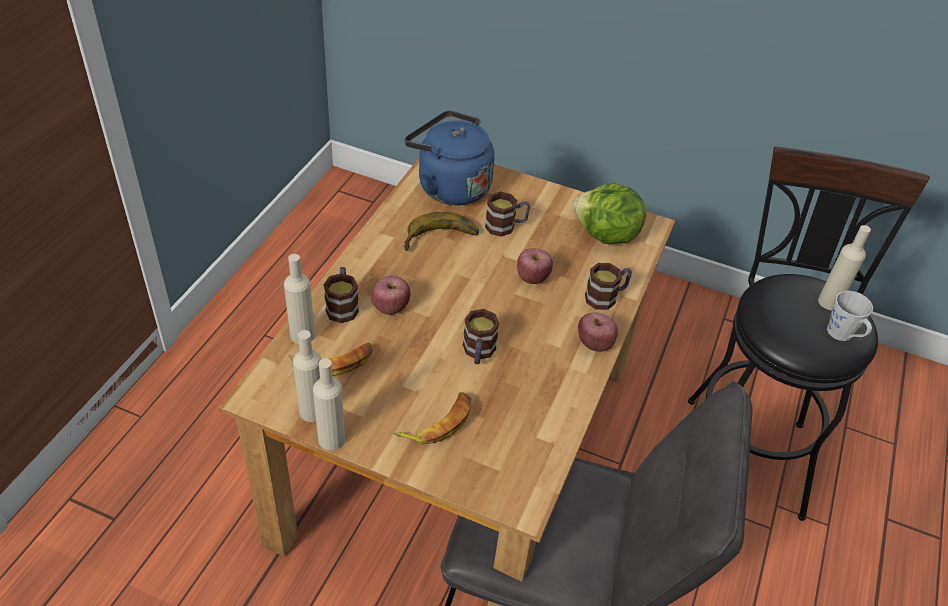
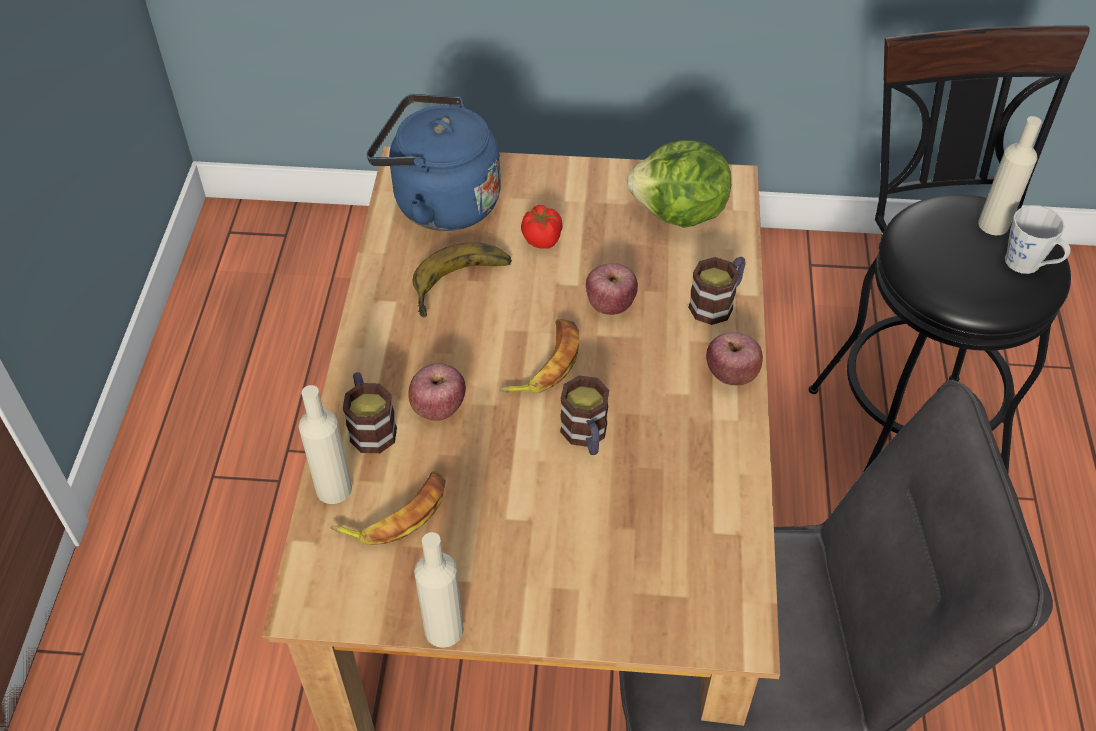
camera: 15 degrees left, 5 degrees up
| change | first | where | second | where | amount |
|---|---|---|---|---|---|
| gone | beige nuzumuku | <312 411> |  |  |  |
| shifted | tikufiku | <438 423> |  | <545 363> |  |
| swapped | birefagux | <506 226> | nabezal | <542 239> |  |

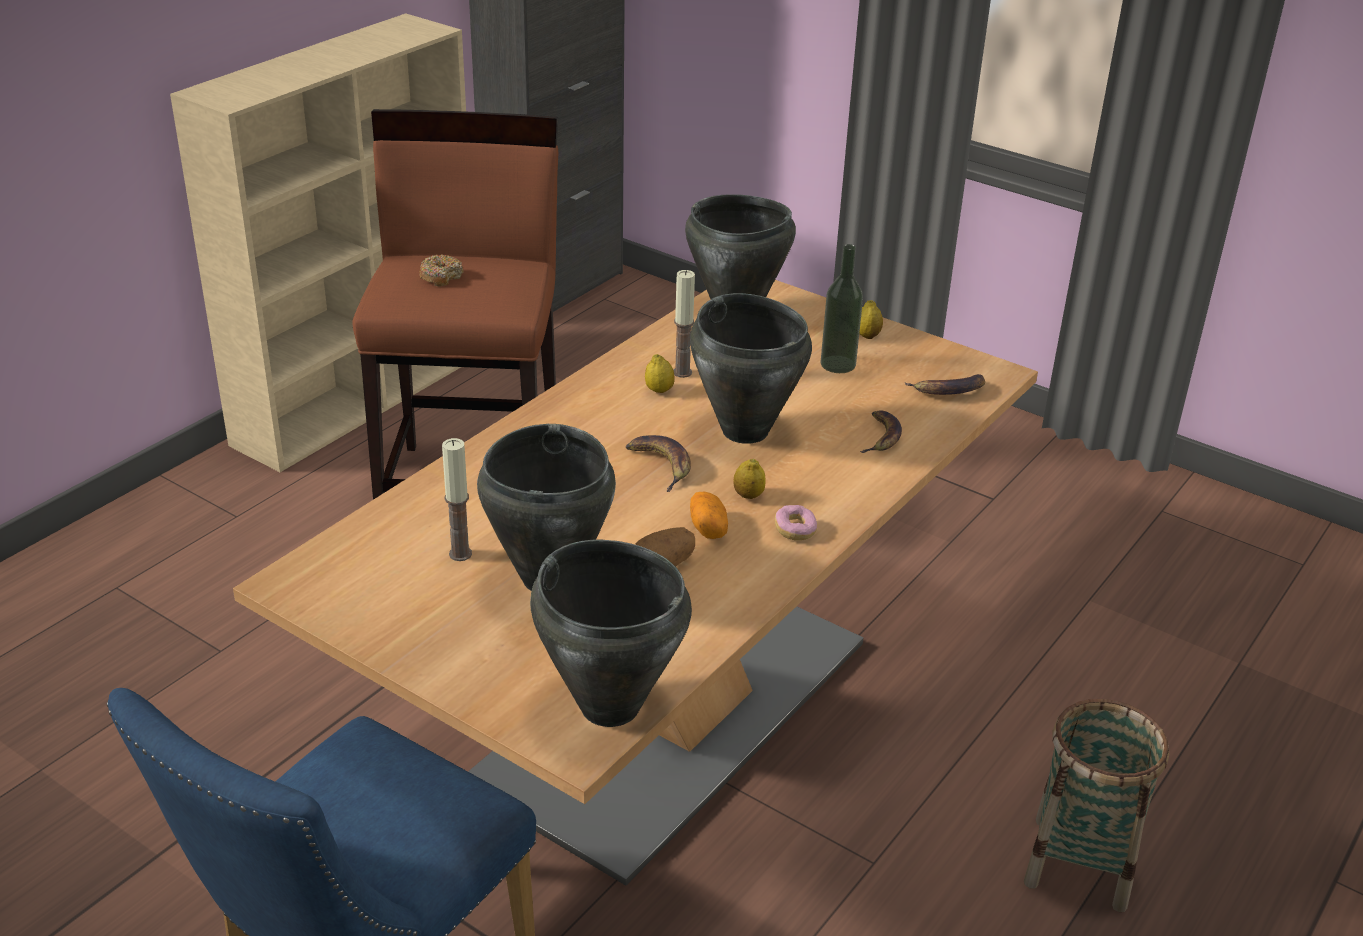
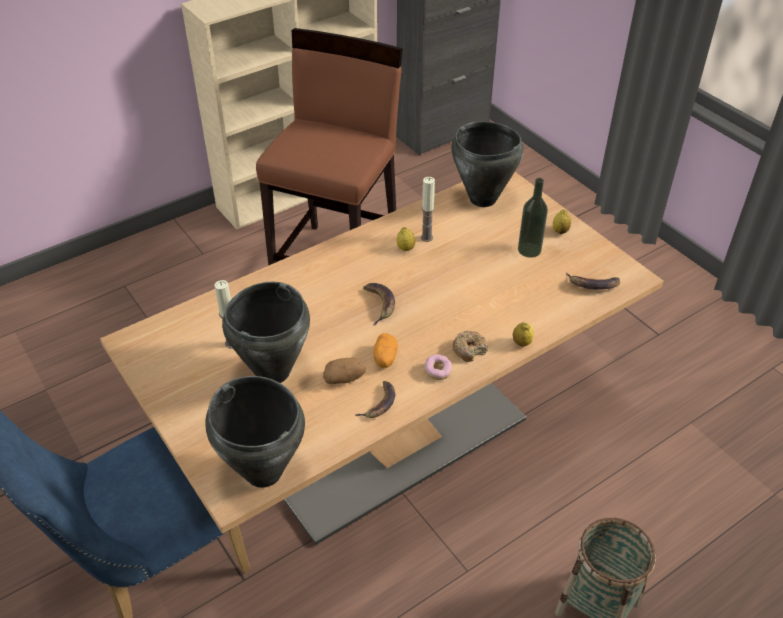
camera: 20 degrees right, 10 degrees up
| change | first | where | second | where | amount |
|---|---|---|---|---|---|
| gone | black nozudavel | <745 430> |  |  |  |
| shifted | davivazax | <441 277> |  | <469 350> |  |
| shifted | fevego | <748 495> |  | <521 343> |  |
| shifted | tikufiku | <881 436> |  | <379 403> |  |

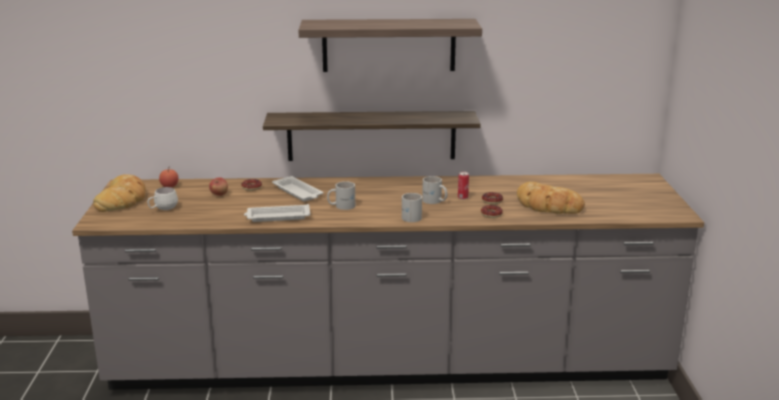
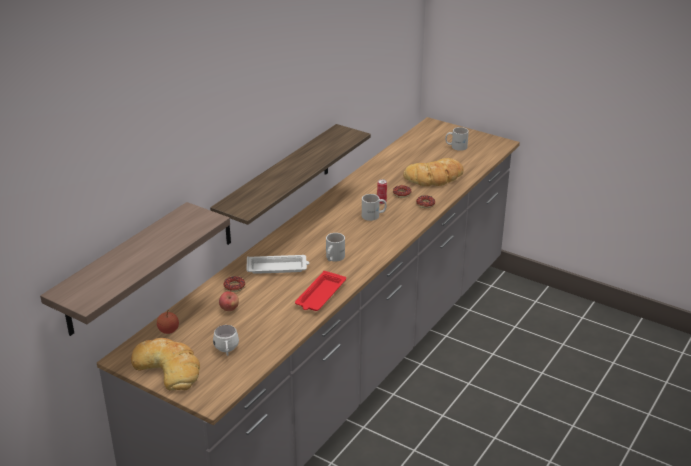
camera: 55 degrees left, 10 degrees up
| change | first | where | second | where | amount |
|---|---|---|---|---|---|
| shifted | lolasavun | <389 45> |  | <122 270> |  |
| shifted | white birefagux | <410 216> |  | <456 146> |  |
| repainted | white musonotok | <277 217> | red musonotok | <320 295> |  |

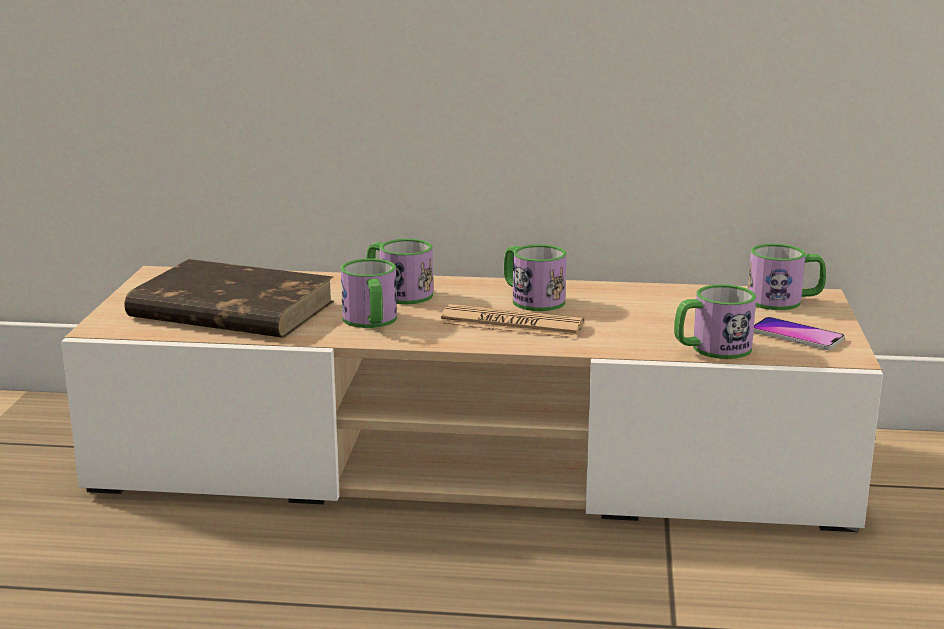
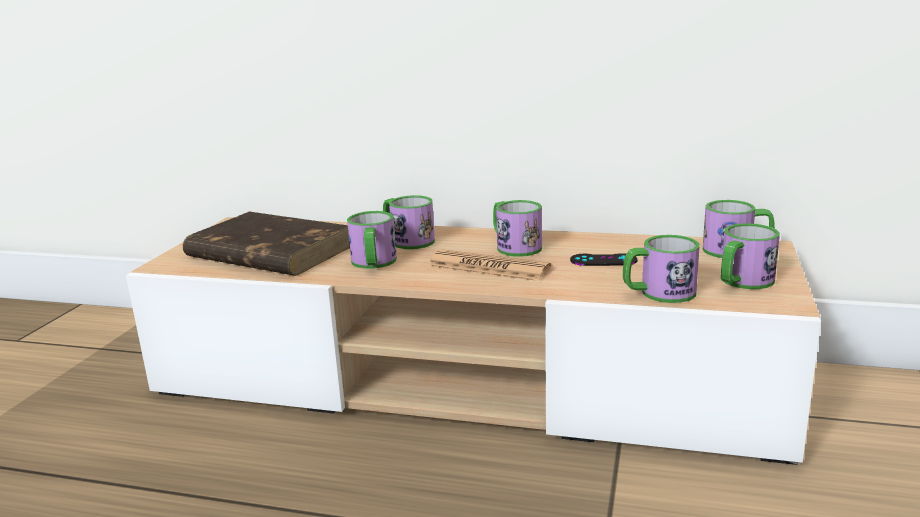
camera: 10 degrees right, 0 degrees up
| change | first | where | second | where | amount |
|---|---|---|---|---|---|
| new |  |  | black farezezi | <603 260> |  |
| swapped | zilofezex | <797 335> | birefagux | <742 282> |  |

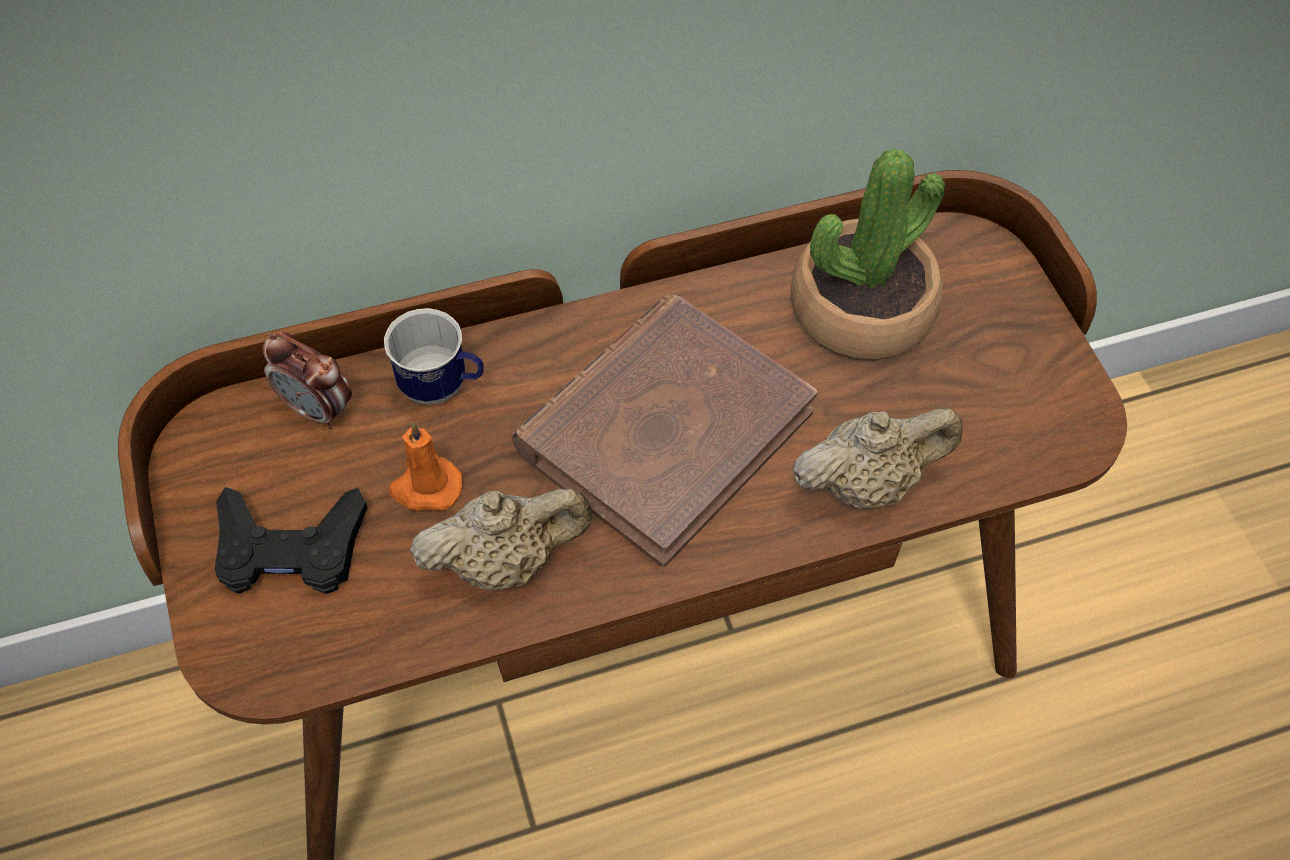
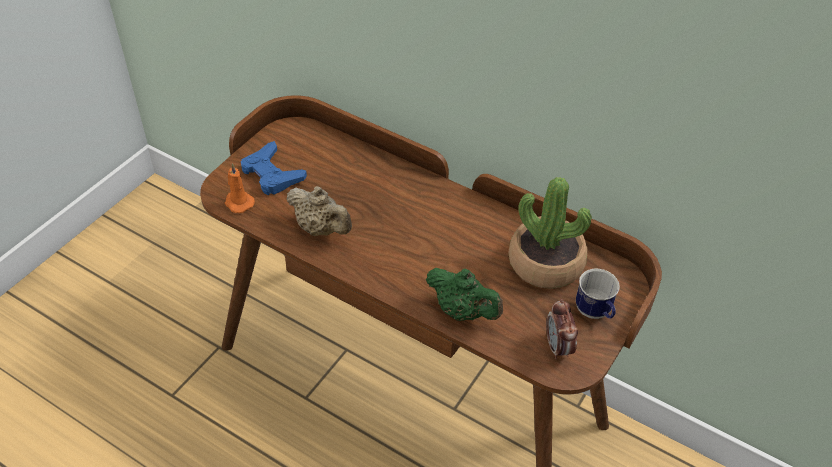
camera: 50 degrees right, 10 degrees down
| change | first | where | second | where | amount |
|---|---|---|---|---|---|
| gone | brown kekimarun | <664 430> |  |  |  |
| shifted | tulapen | <318 409> |  | <558 347> |  |
| shifted | birefagux | <443 387> |  | <595 313> |  |
| shifted | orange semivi | <425 488> |  | <238 202> |  |
| repainted | black farezezi | <290 548> | blue farezezi | <272 174> |  |
| repainted | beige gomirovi | <867 483> | green gomirovi | <462 311> |  |

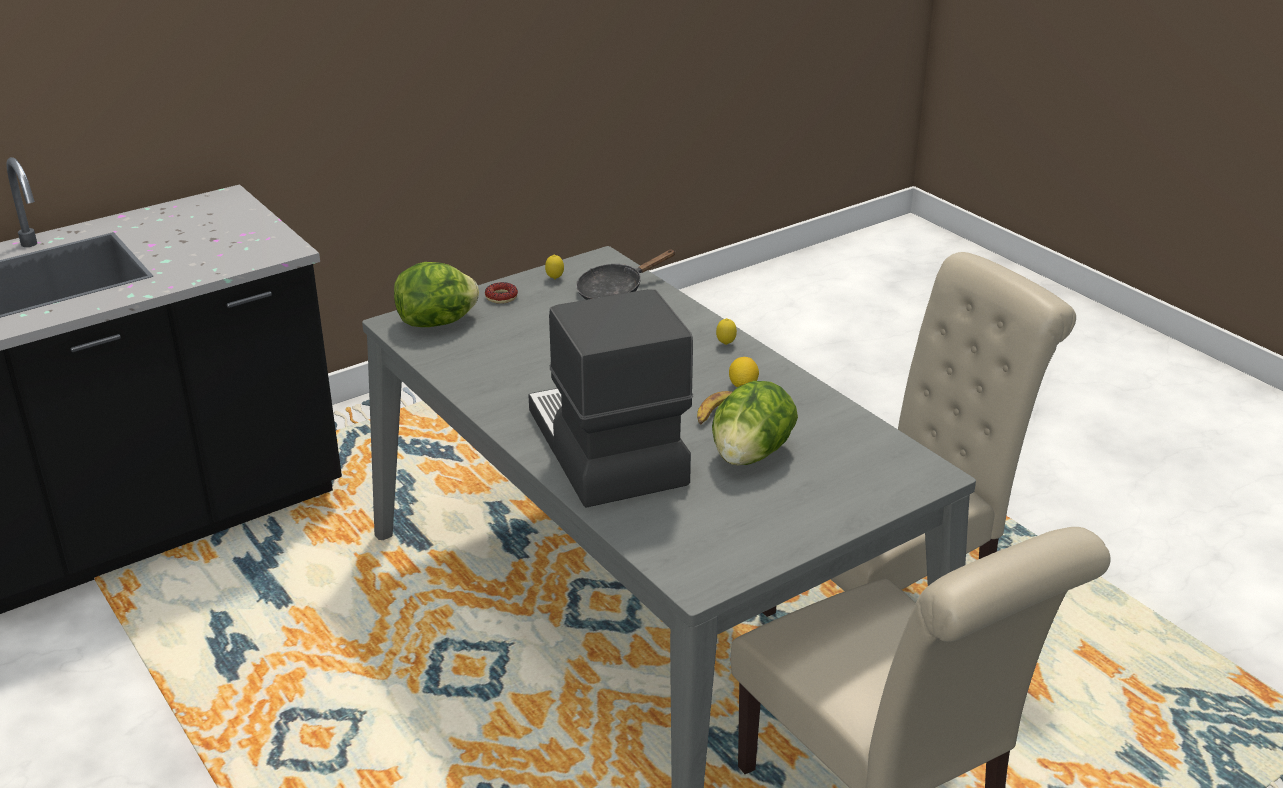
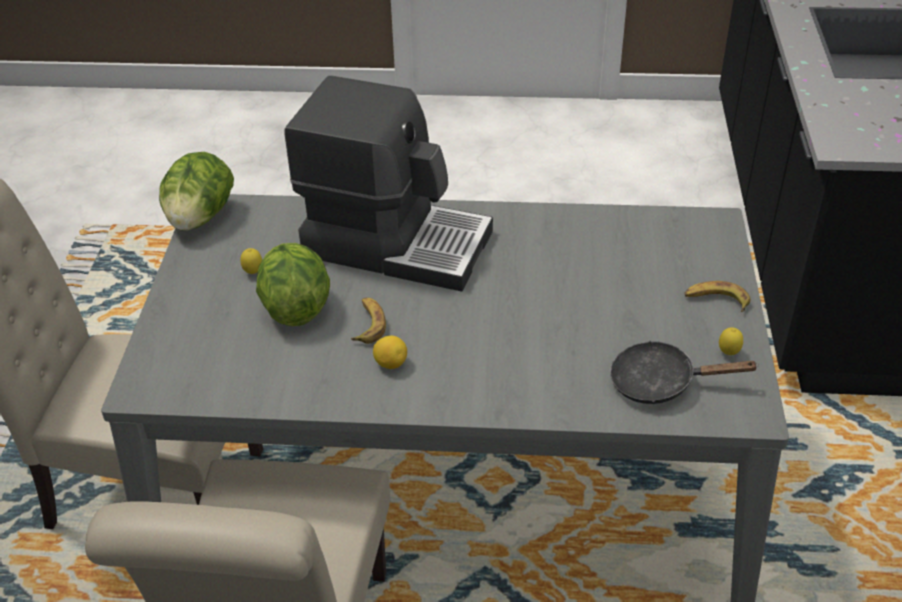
camera: 130 degrees right, 10 degrees up
| change | first | where | second | where | amount |
|---|---|---|---|---|---|
| shifted | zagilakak | <438 322> |  | <200 218> |  |
| shifted | fevego | <725 344> |  | <253 273> |  |
| swapped | davivazax | <501 297> | tikufiku | <716 300> |  |
| rotated | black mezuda | <615 291> |  | <660 382> | 90 degrees counterclockwise |

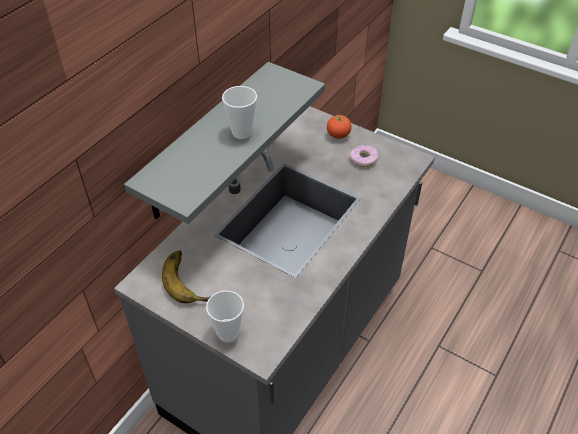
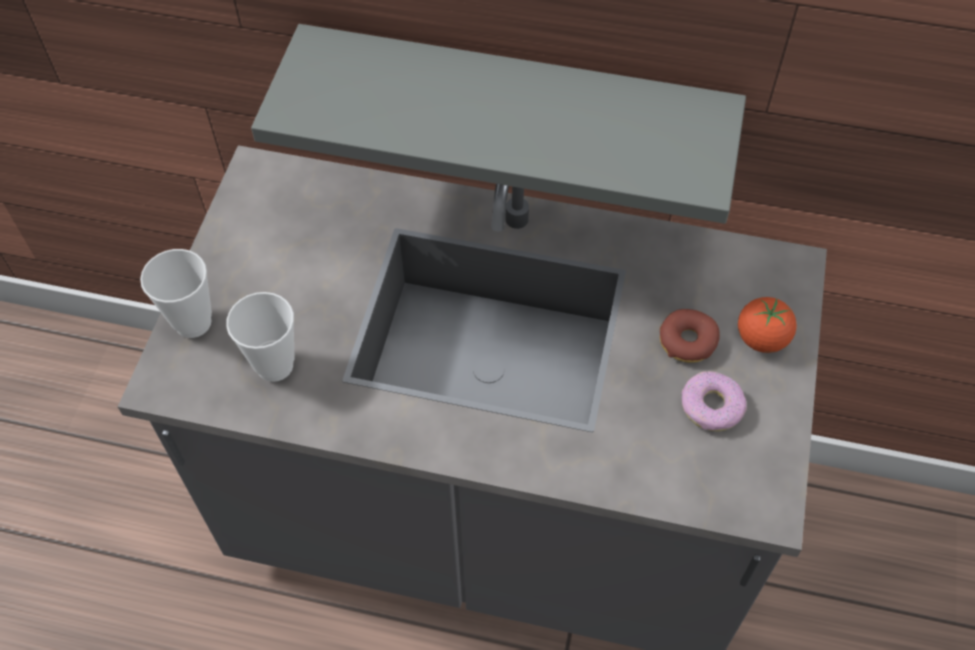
camera: 70 degrees right, 10 degrees up
| change | first | where | second | where | amount |
|---|---|---|---|---|---|
| gone | tikufiku | <191 279> |  |  |  |
| new |  |  | davivazax | <687 341> |  |
| shifted | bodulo | <242 132> |  | <274 365> |  |

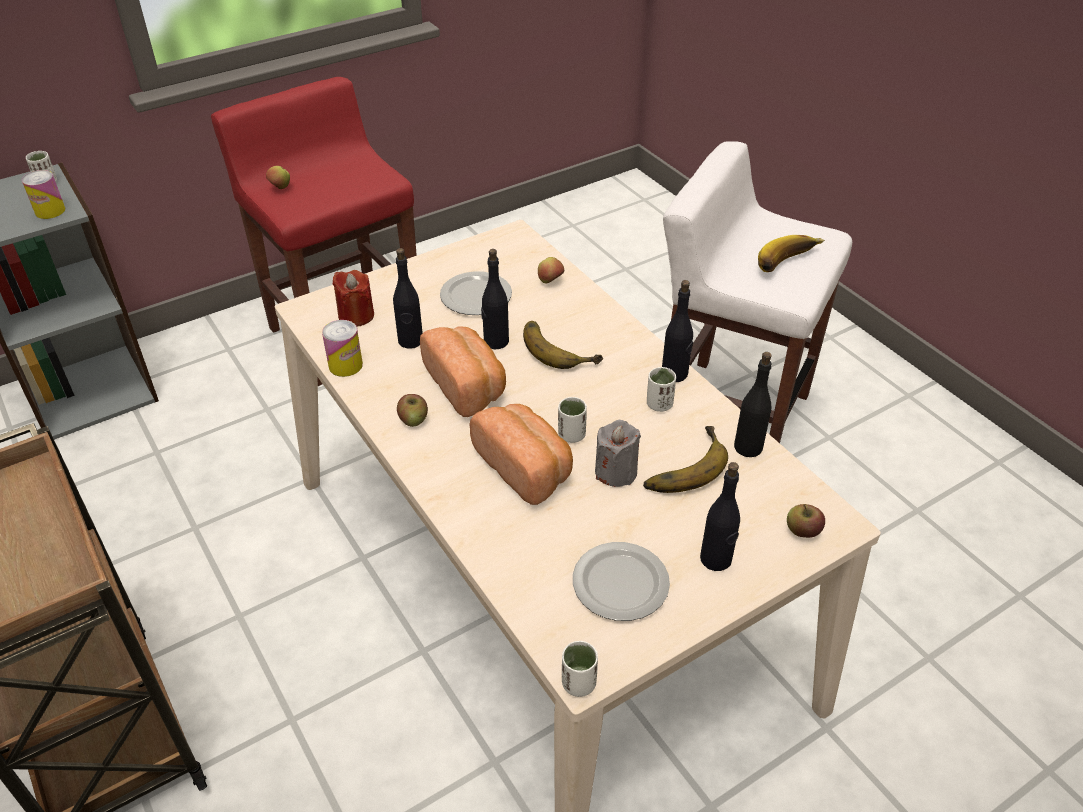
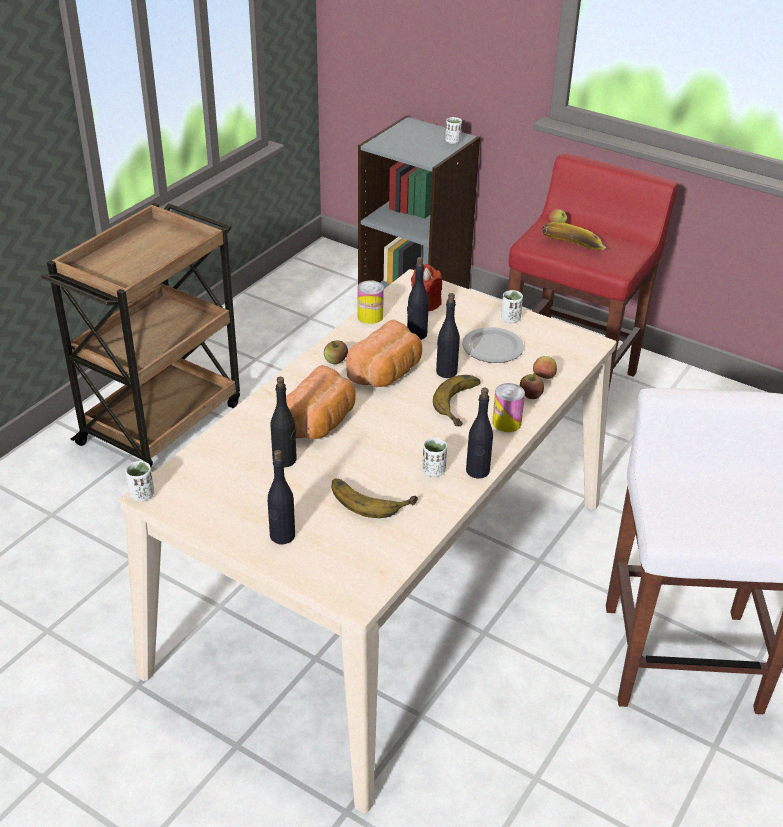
camera: 65 degrees right, 5 degrees down
| change | first | where | second | where | amount |
|---|---|---|---|---|---|
| gone | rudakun | <619 582> |  |  |  |
| gone | grey semivi | <616 472> |  |  |  |
| shifted | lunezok | <50 211> |  | <506 423> |  |
| shifted | white bodulo | <571 435> |  | <510 319> |  |
| shifted | black nuzumuku | <748 447> |  | <285 460> |  |
| shifted | tikufiku | <789 265> |  | <571 248> |  |
| shifted | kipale | <802 531> |  | <530 395> |  |

